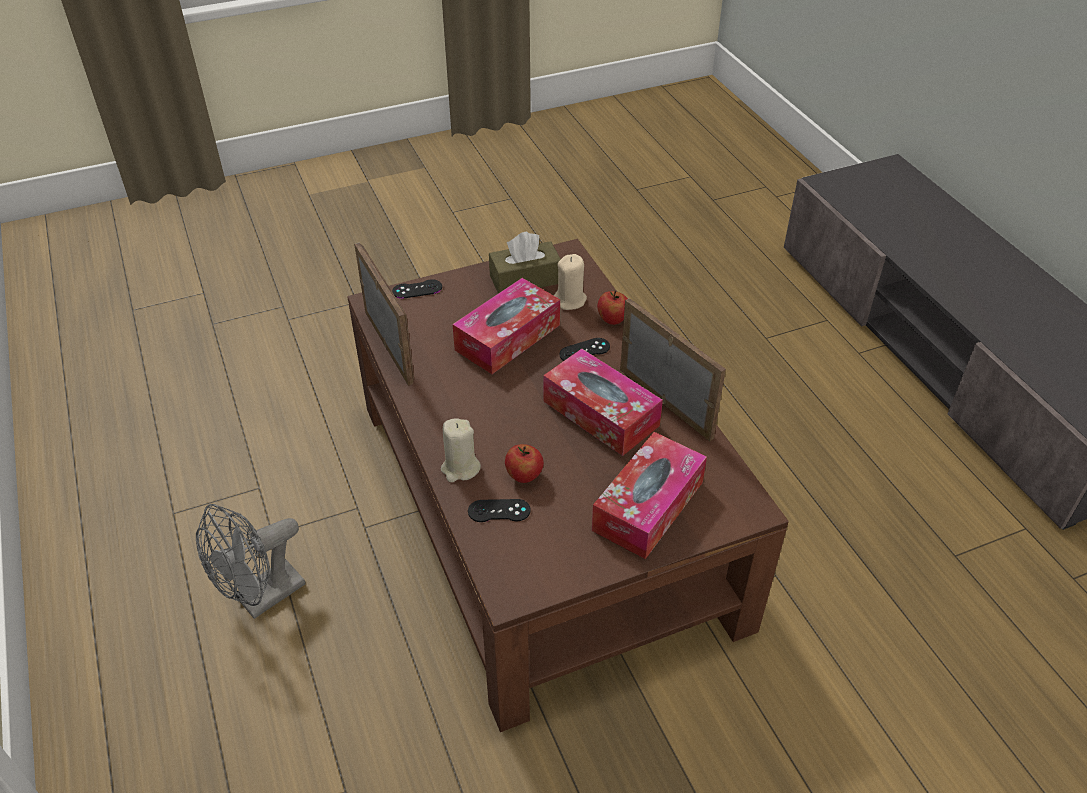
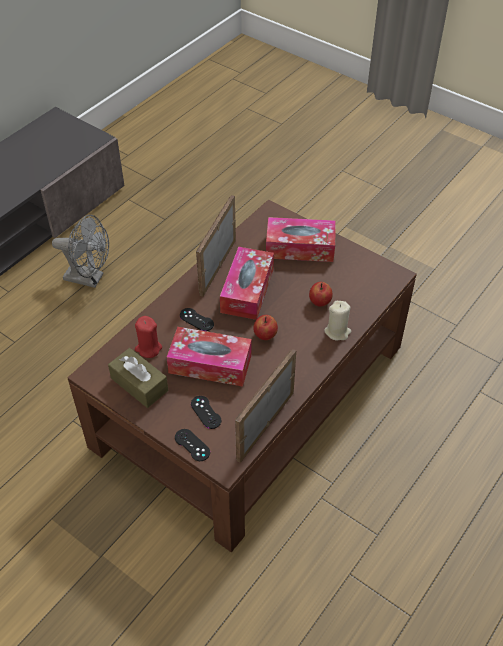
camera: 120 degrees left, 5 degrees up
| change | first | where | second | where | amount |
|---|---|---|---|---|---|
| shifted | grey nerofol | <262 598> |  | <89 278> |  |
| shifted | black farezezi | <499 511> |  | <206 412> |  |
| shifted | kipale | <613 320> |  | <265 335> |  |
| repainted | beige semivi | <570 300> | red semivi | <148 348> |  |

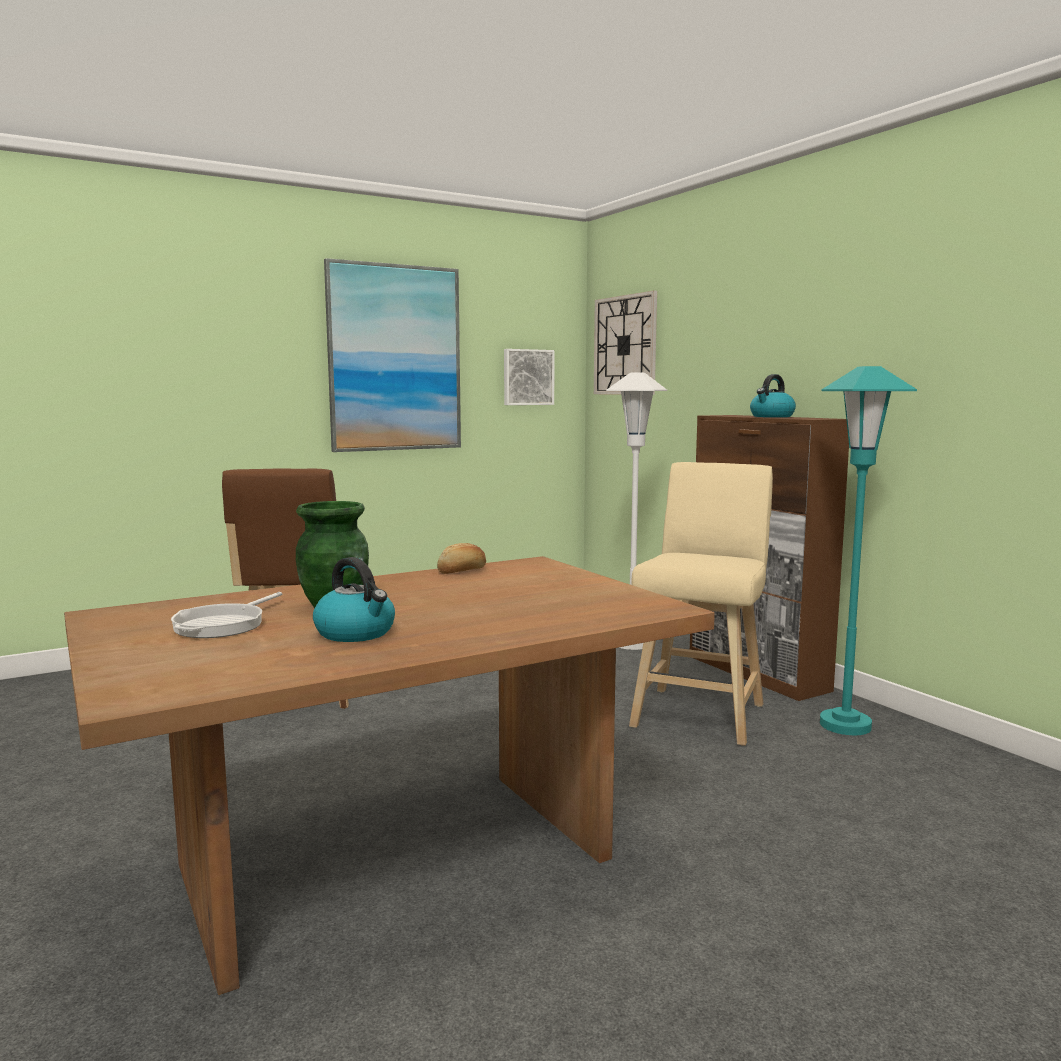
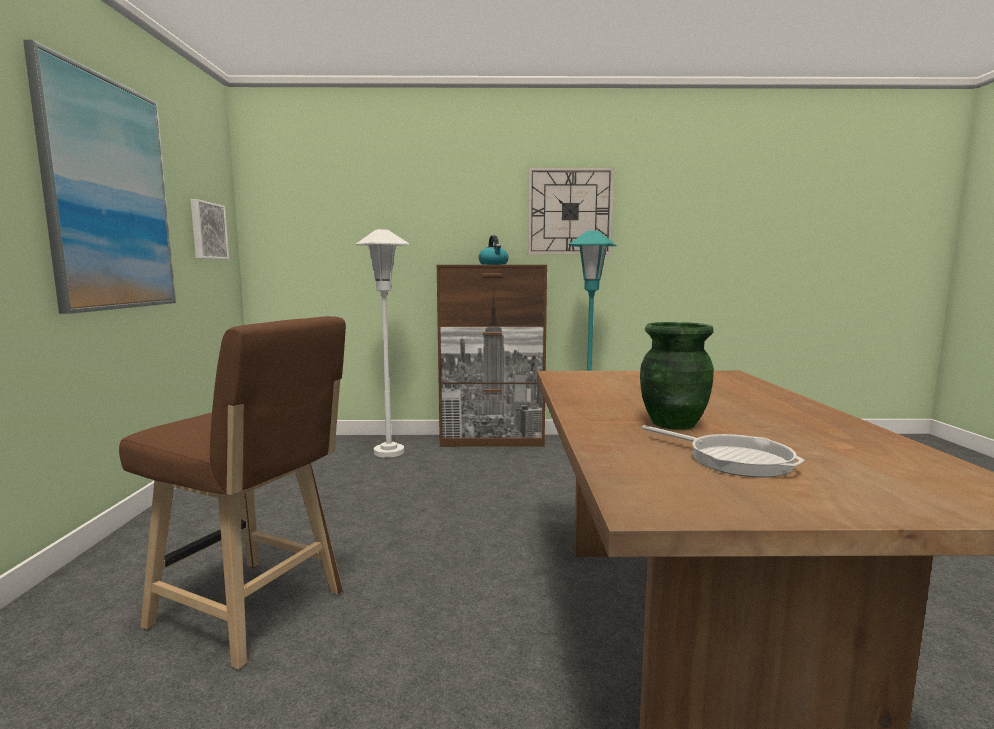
camera: 60 degrees left, 0 degrees up
| change | first | where | second | where | amount |
|---|---|---|---|---|---|
| gone | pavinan | <356 633> |  |  |  |
| gone | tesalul | <462 571> |  |  |  |
| gone | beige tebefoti | <700 712> |  |  |  |
| shifted | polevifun | <625 345> |  | <570 211> |  |

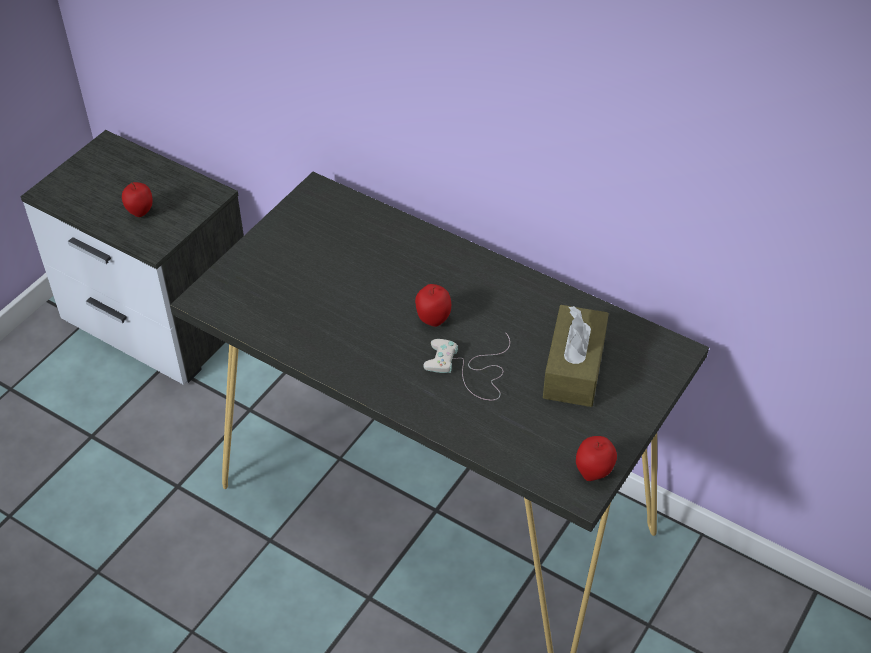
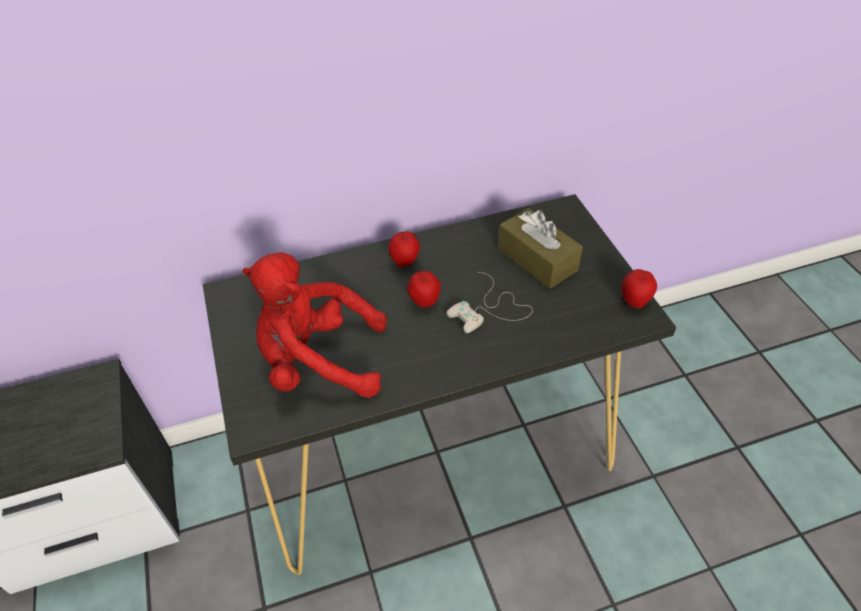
camera: 50 degrees left, 0 degrees up
| change | first | where | second | where | amount |
|---|---|---|---|---|---|
| new |  |  | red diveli | <318 362> |  |
| shifted | kipale | <140 213> |  | <405 262> |  |

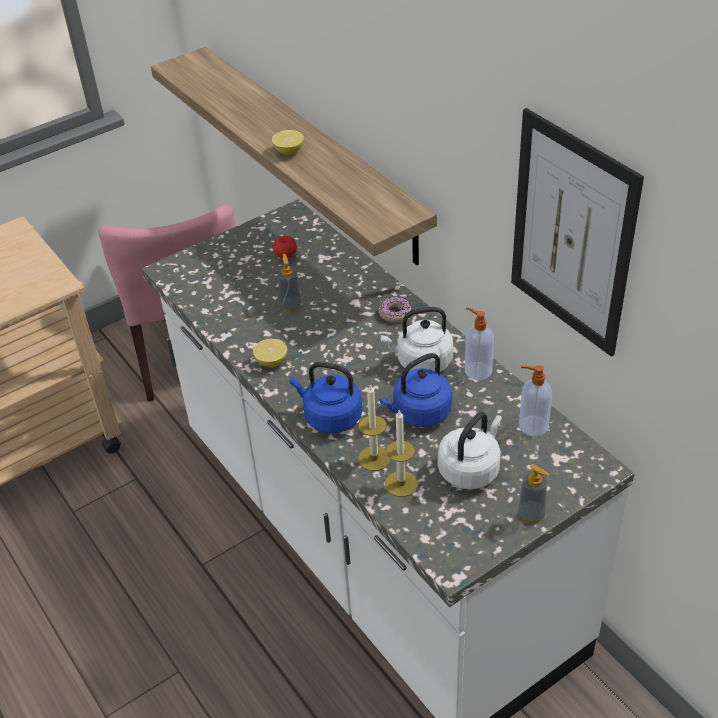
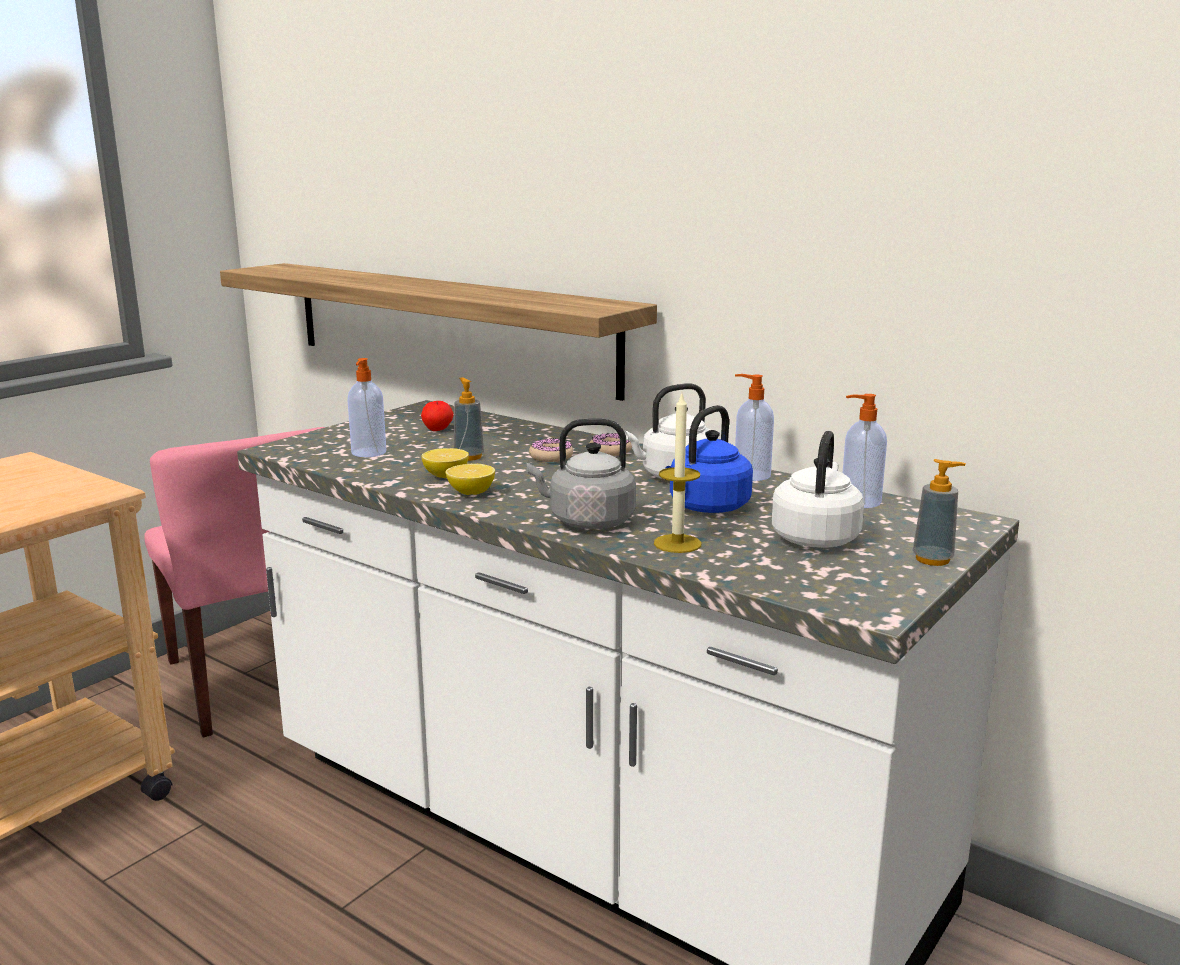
camera: 20 degrees left, 25 degrees down
| change | first | where | second | where | amount |
|---|---|---|---|---|---|
| gone | semivi | <401 484> |  |  |  |
| gone | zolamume | <571 234> |  |  |  |
| new |  |  | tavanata | <368 453> |  |
| new |  |  | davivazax | <551 457> |  |
| shifted | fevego | <289 151> |  | <446 476> |  |
| repainted | blue pavinan | <330 417> | grey pavinan | <587 521> |  |

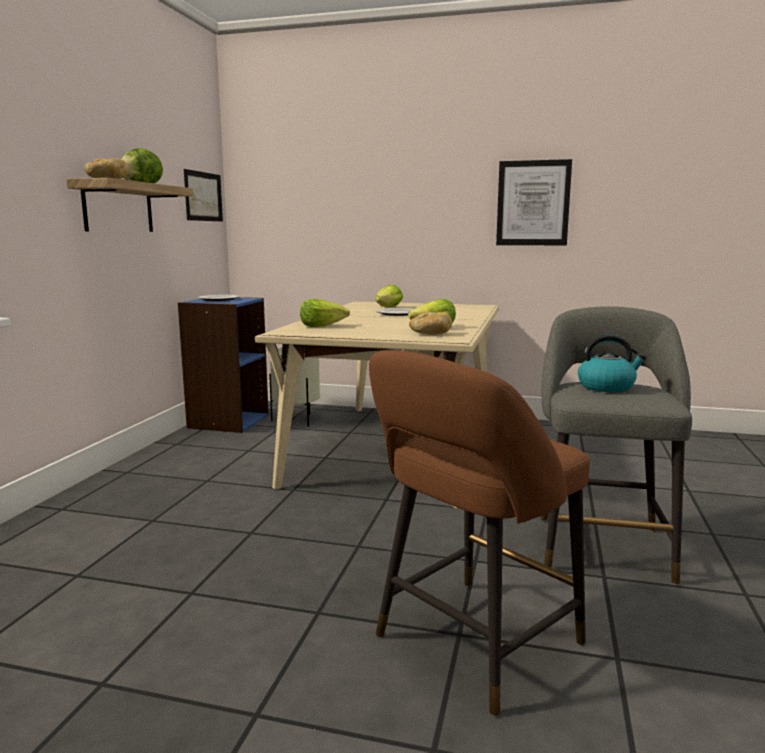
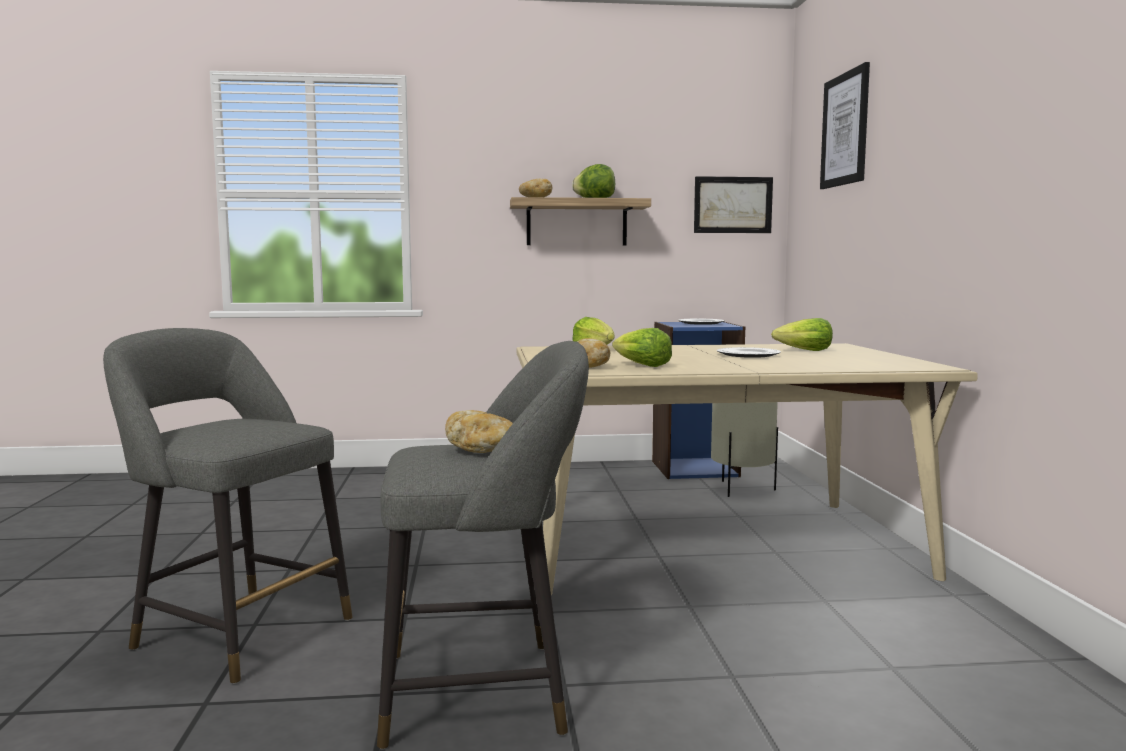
camera: 70 degrees right, 5 degrees down
| change | first | where | second | where | amount |
|---|---|---|---|---|---|
| shifted | zolamume | <533 203> |  | <845 129> |  |
| swapped | pavinan | <607 387> | tesalul | <482 450> |  |
| repainted | brown tebefoti | <471 645> | grey tebefoti | <236 631> |  |

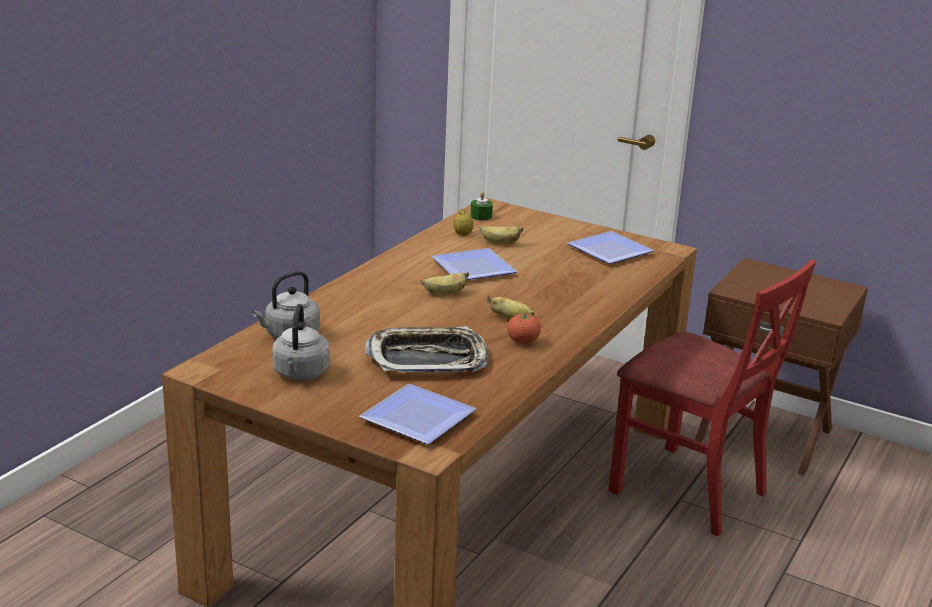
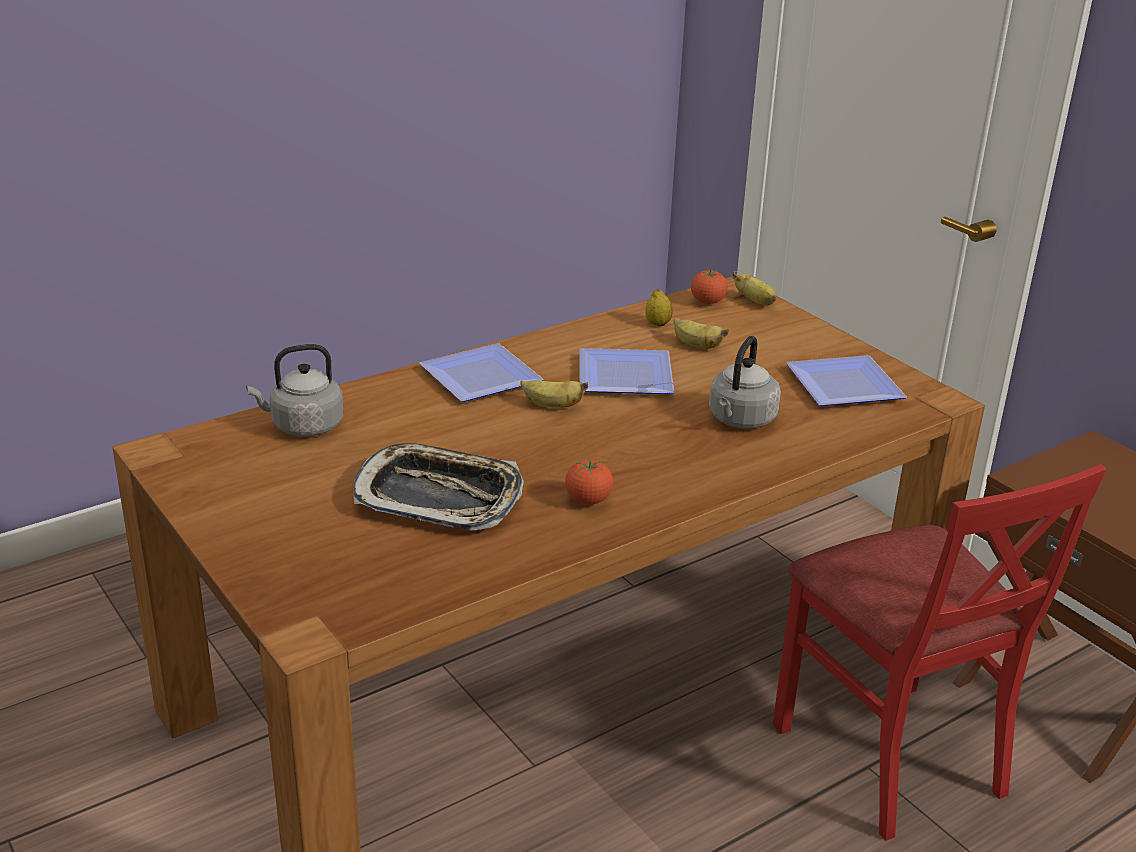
camera: 25 degrees right, 5 degrees up
| change | first | where | second | where | amount |
|---|---|---|---|---|---|
| shifted | grey pavinan | <301 374> |  | <740 420> |  |
| shifted | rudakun | <422 418> |  | <485 378> |  |
| shifted | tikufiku | <511 319> |  | <756 301> |  |
| swapped | green semivi | <481 216> | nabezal | <707 302> |  |

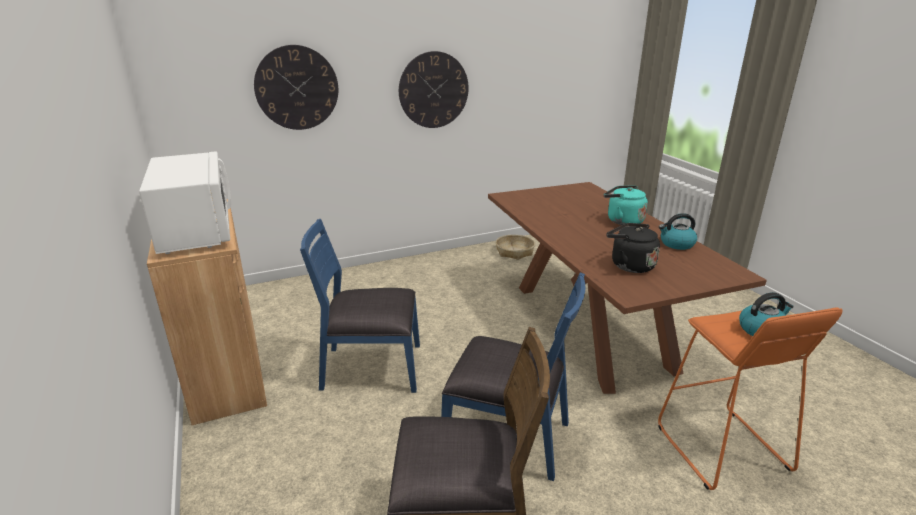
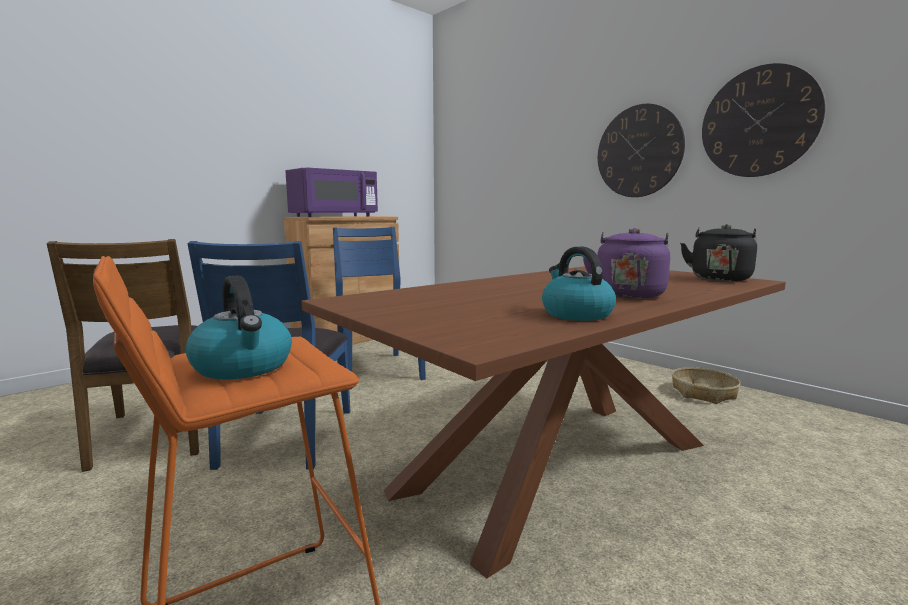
camera: 70 degrees right, 15 degrees down
| change | first | where | second | where | amount |
|---|---|---|---|---|---|
| shifted | polevifun | <297 88> |  | <759 122> |  |
| shifted | black pavinan | <629 265> |  | <719 278> |  |
| repainted | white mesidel | <196 231> | purple mesidel | <334 216> |  |
| repainted | turquoise pavinan | <622 221> | purple pavinan | <628 294> |  |

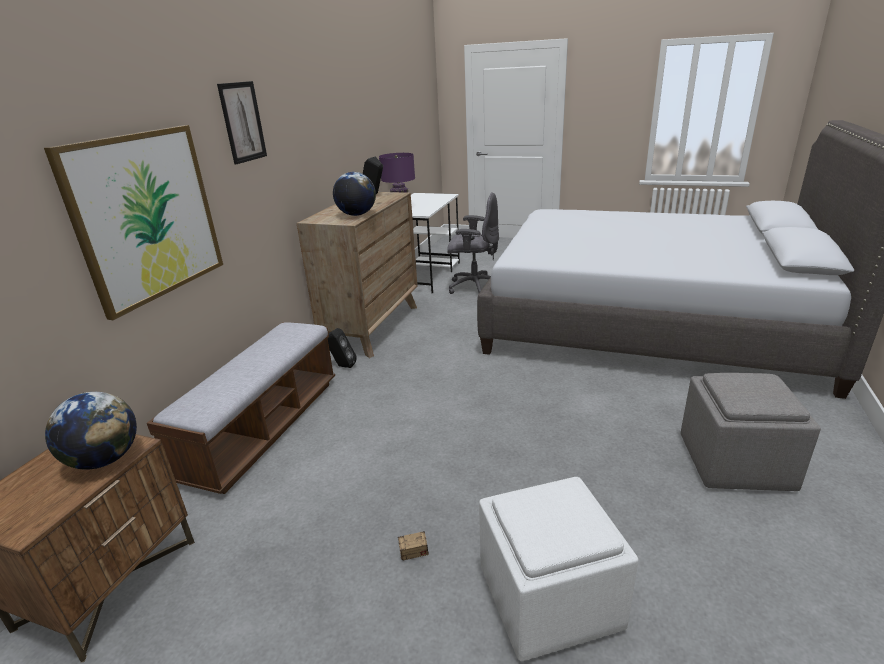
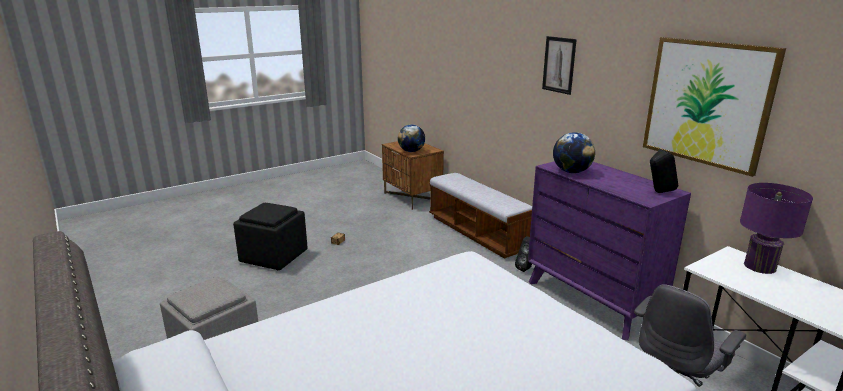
camera: 125 degrees right, 5 degrees down
| change | first | where | second | where | amount |
|---|---|---|---|---|---|
| shifted | zolamume | <147 217> |  | <707 103> |  |
| repainted | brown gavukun | <372 327> | purple gavukun | <591 300> |  |
| repainted | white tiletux | <548 599> | black tiletux | <274 256> |  |

